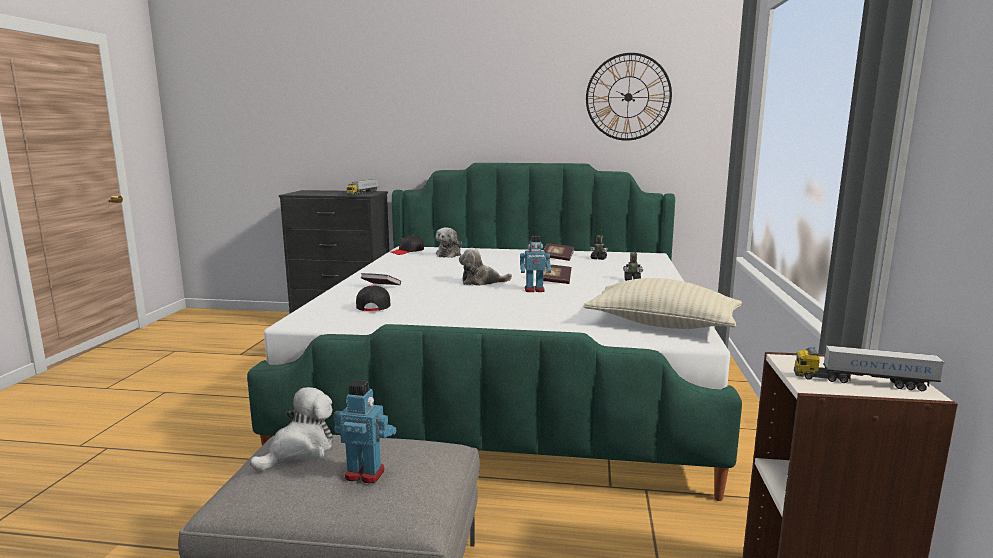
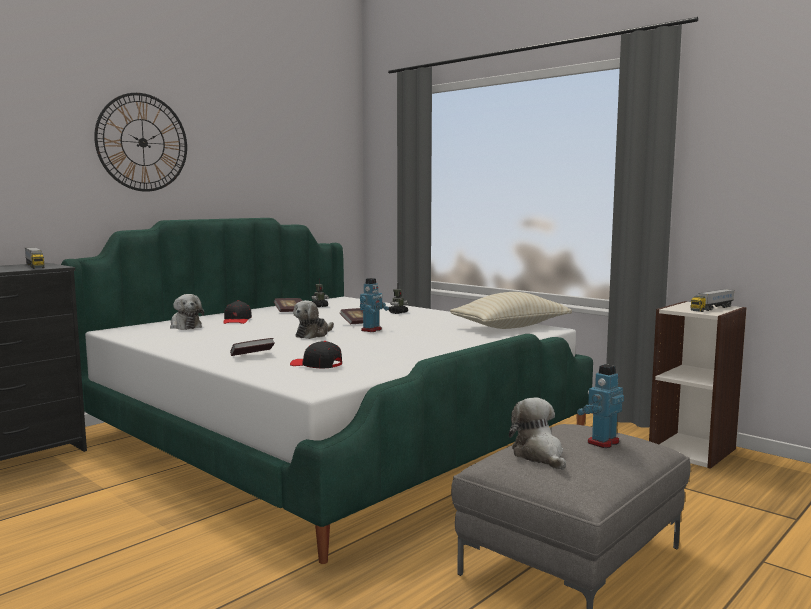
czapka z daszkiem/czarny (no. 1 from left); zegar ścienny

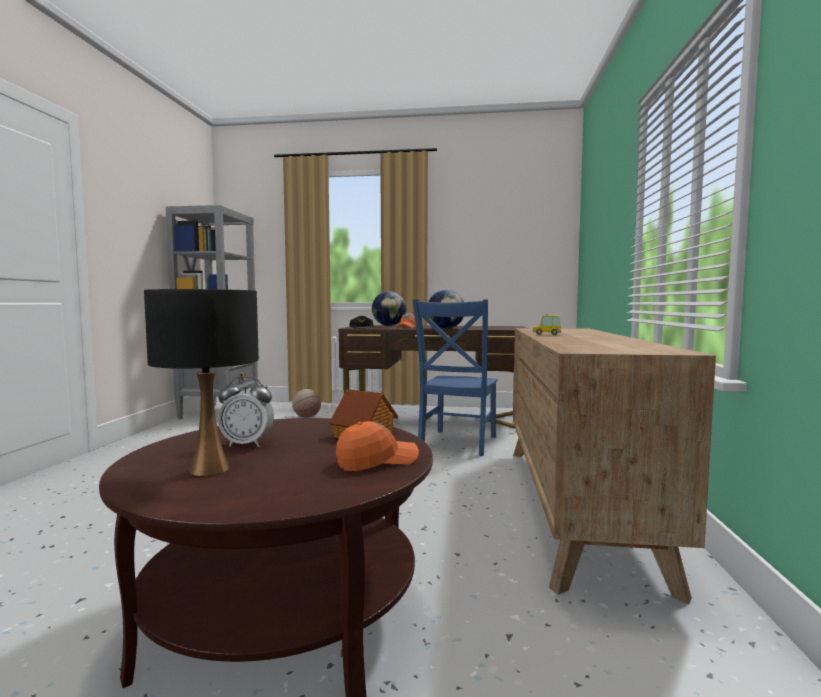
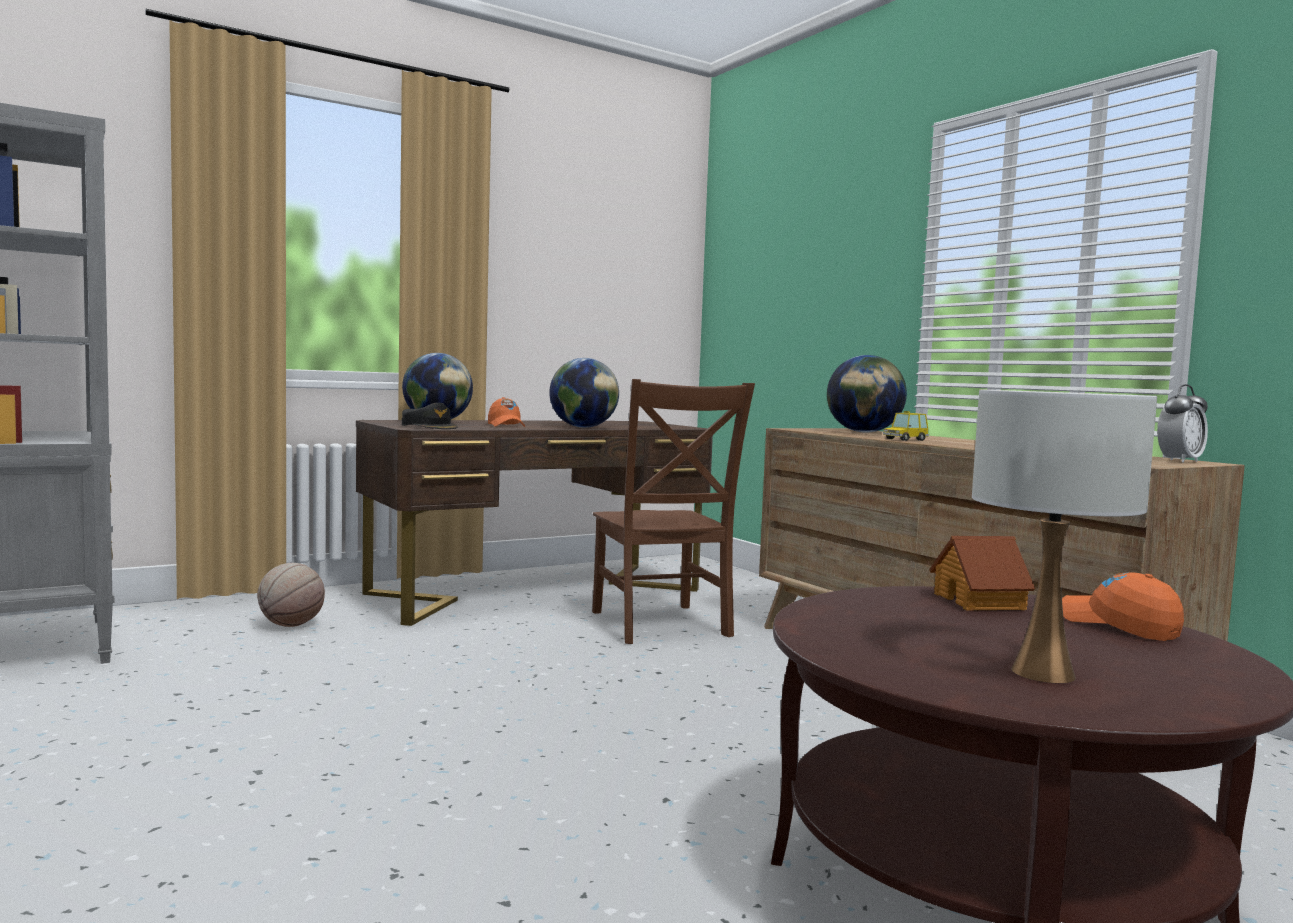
lampa stołowa/biały; budzik; czapka z daszkiem/pomarańczowy (no. 2 from left); krzesło/brązowy; globus (no. 3 from left)

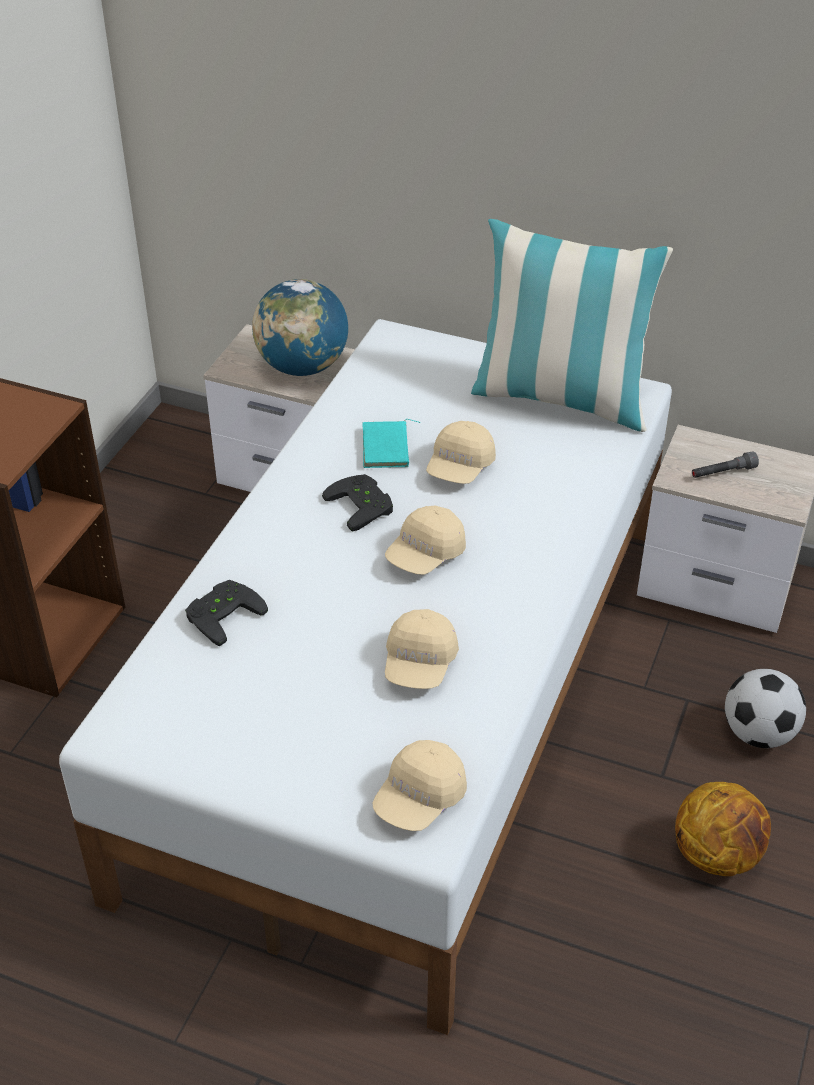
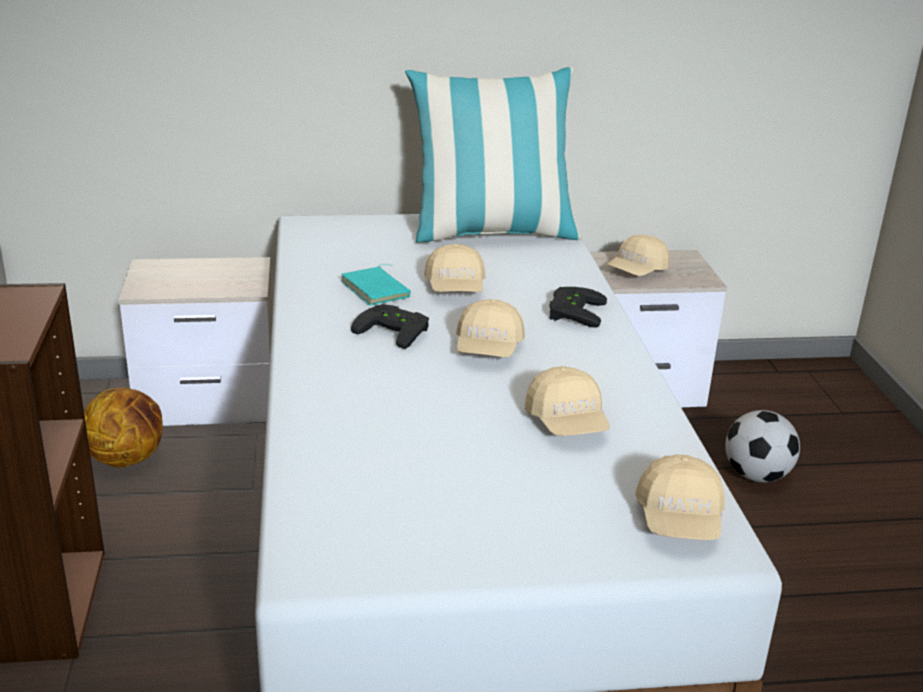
pad do gier/czarny (no. 2 from left); globus; piłka do koszykówki; czapka z daszkiem/beżowy (no. 4 from left)

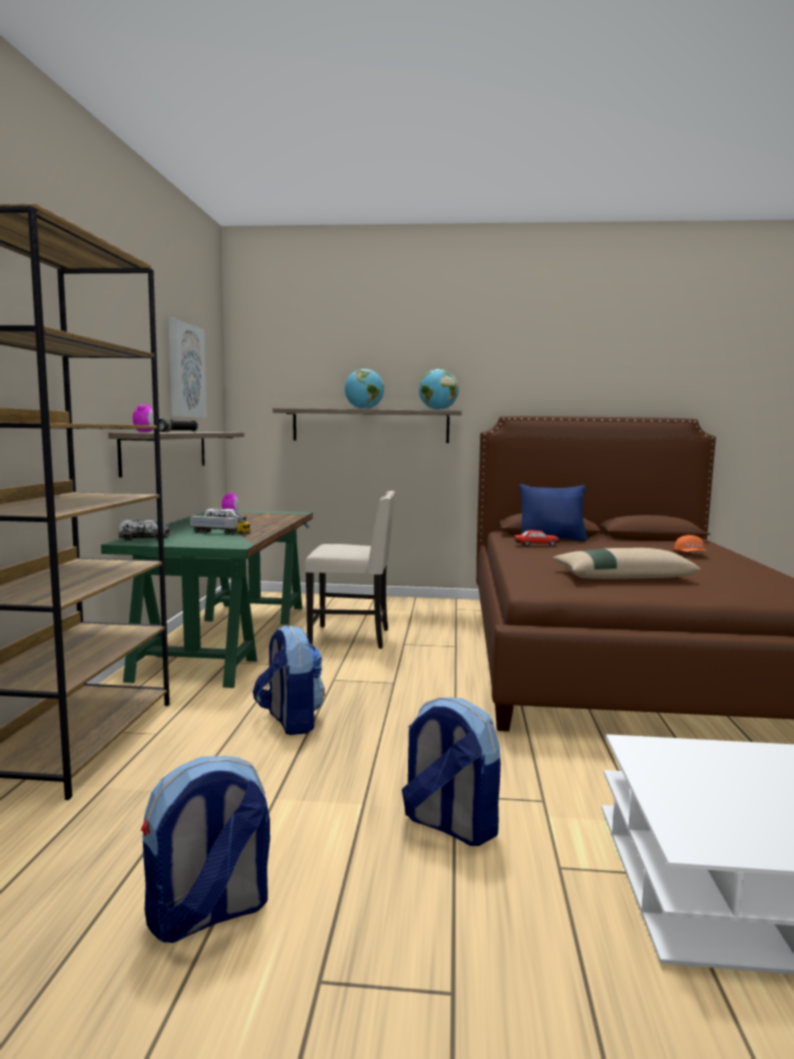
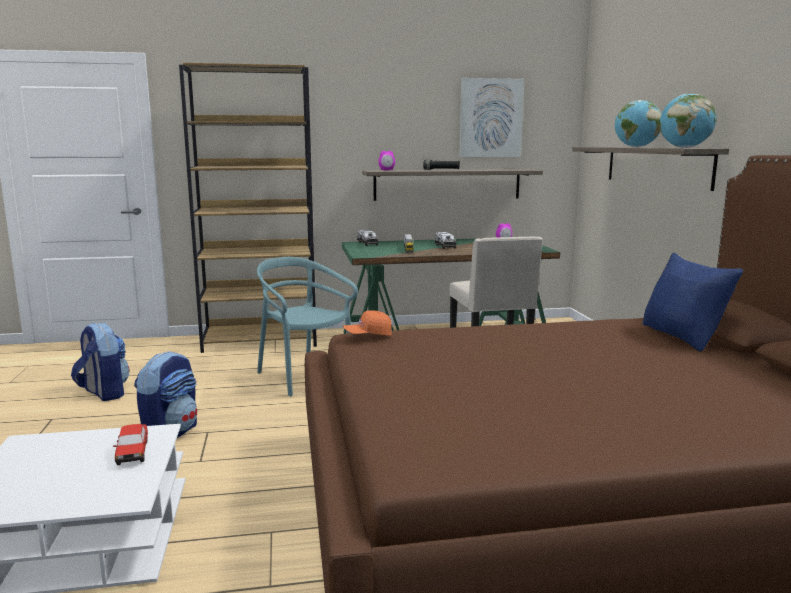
krzesło/turkusowy; samochodzik; poduszka/beżowy; czapka z daszkiem/pomarańczowy

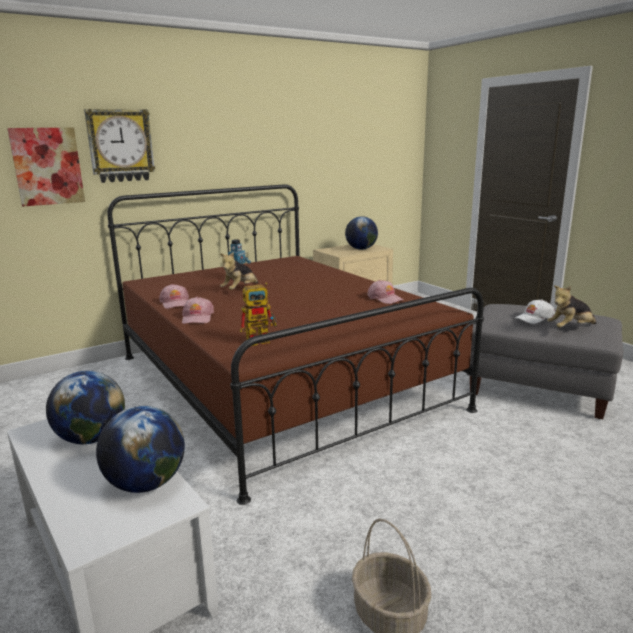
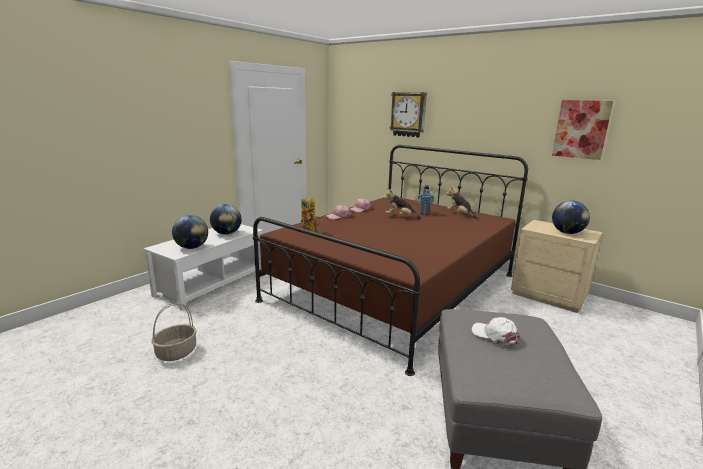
obraz; czapka z daszkiem/różowy (no. 3 from left in the first image); pluszak (no. 2 from left)

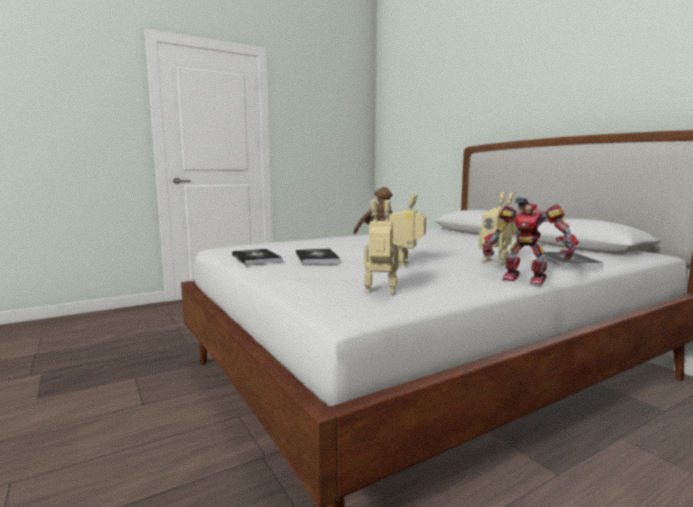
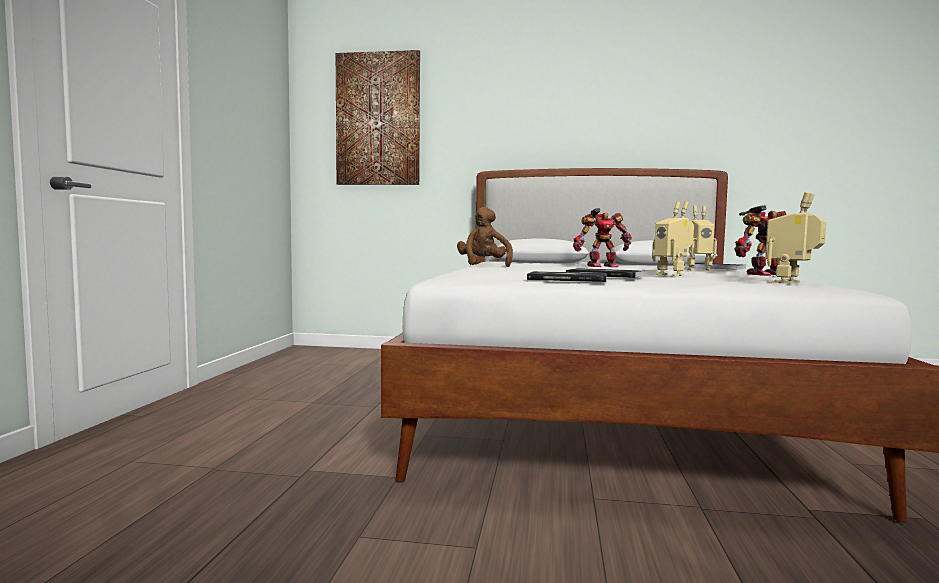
obraz; robot zabawkowy (no. 1 from left)

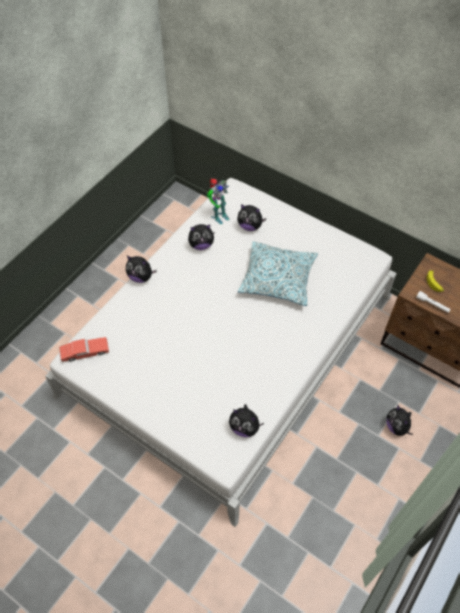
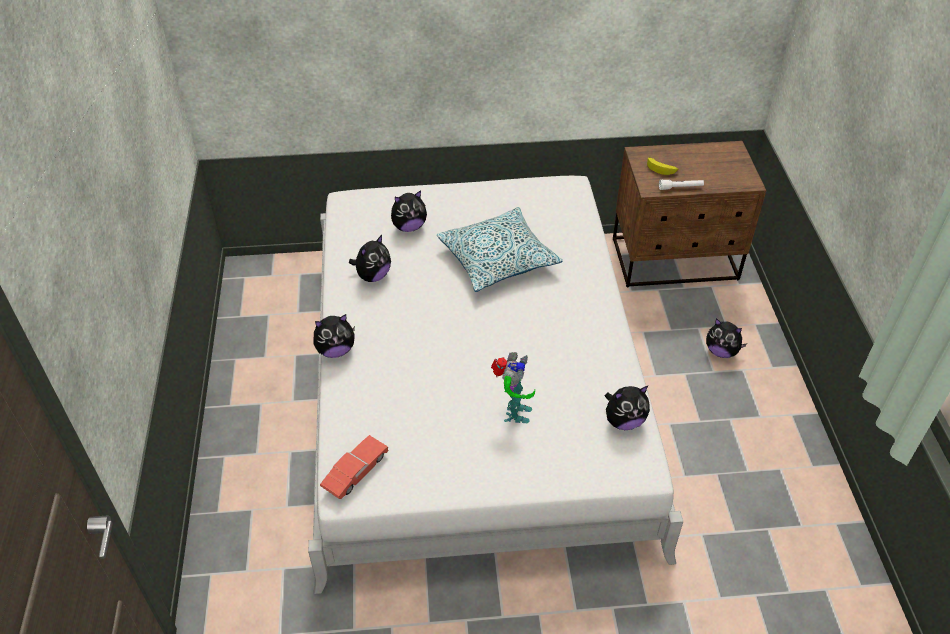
robot zabawkowy

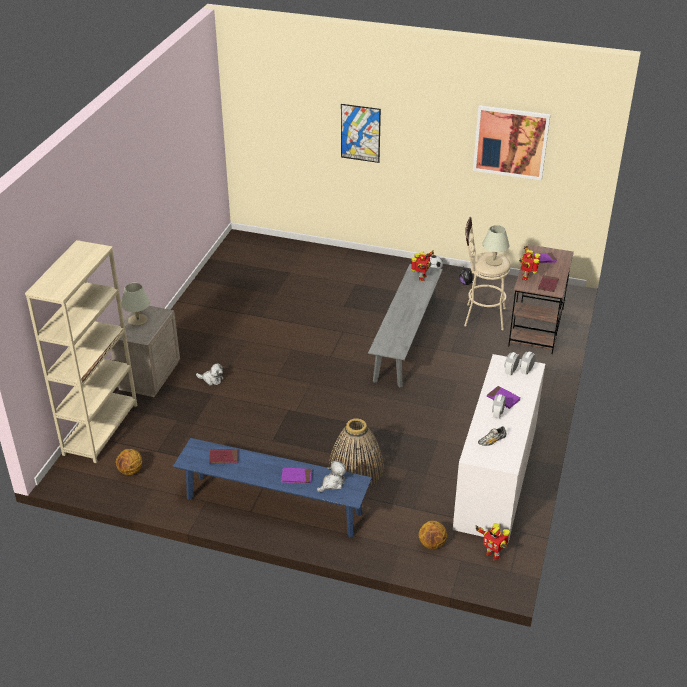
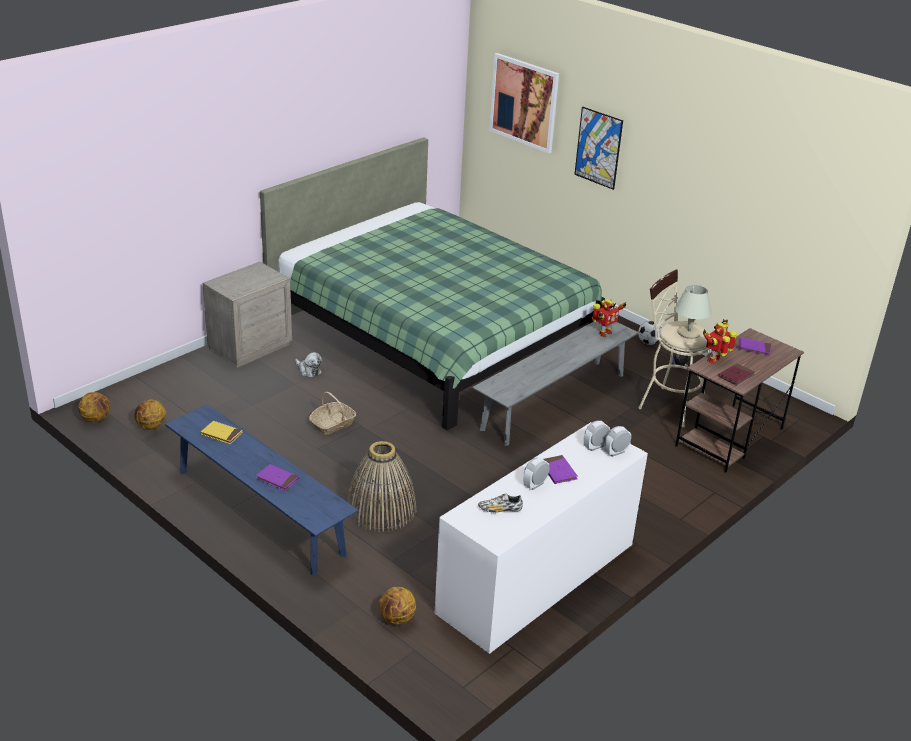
regał/beżowy; lampa stołowa/beżowy (no. 1 from left in the first image); książka/żółty; pluszak (no. 2 from left in the first image); obraz (no. 1 from left); robot zabawkowy (no. 2 from left in the first image); piłka do koszykówki (no. 1 from left); łóżko/zielony; koszyk (no. 1 from left)

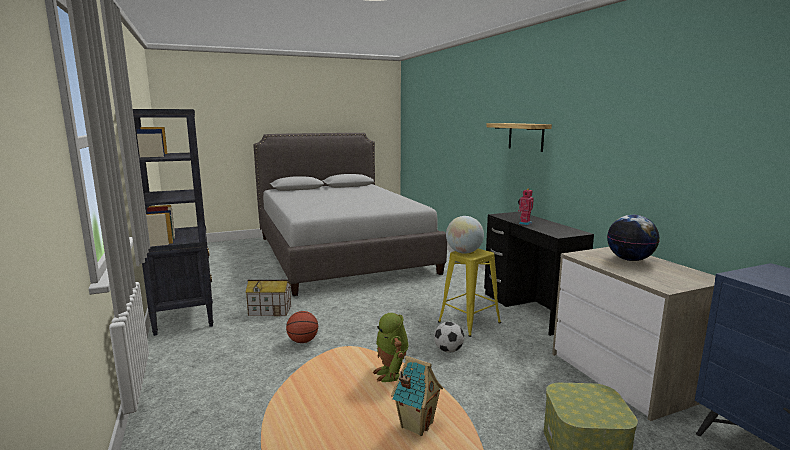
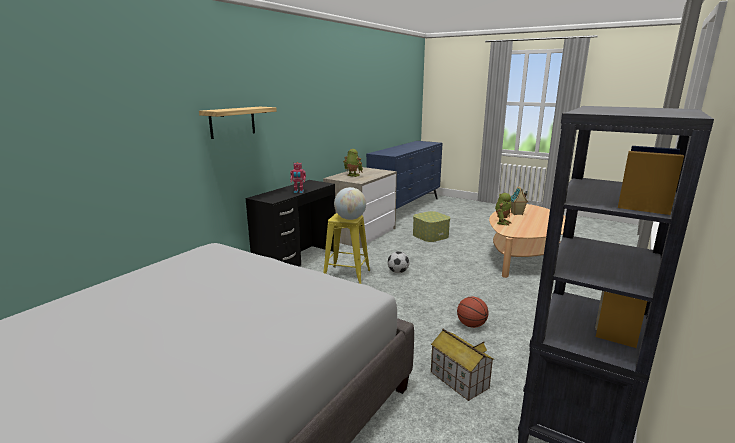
robot zabawkowy (no. 2 from left)

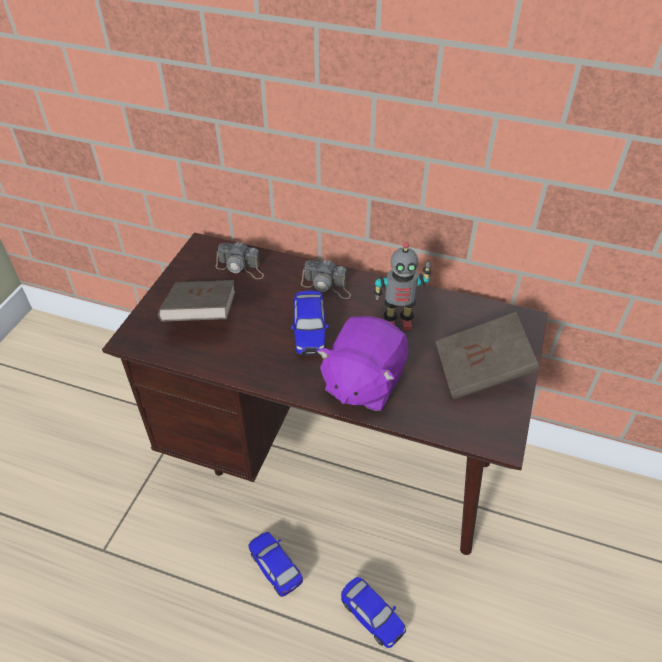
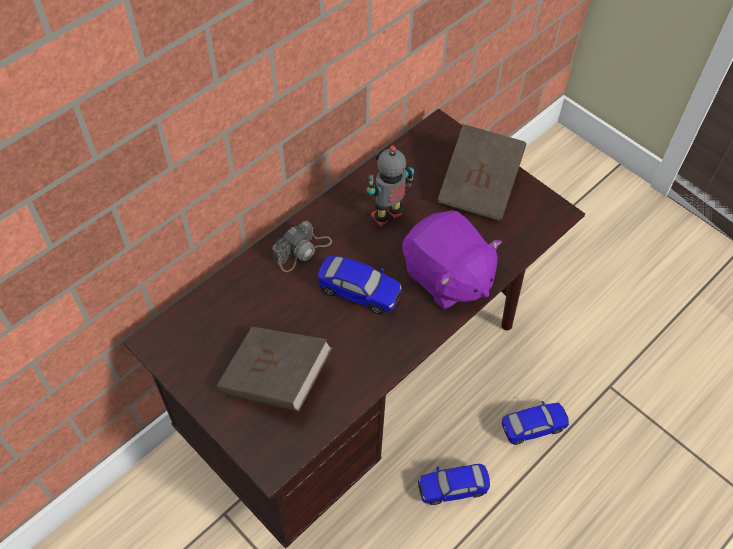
aparat fotograficzny (no. 1 from left in the first image); robot zabawkowy

